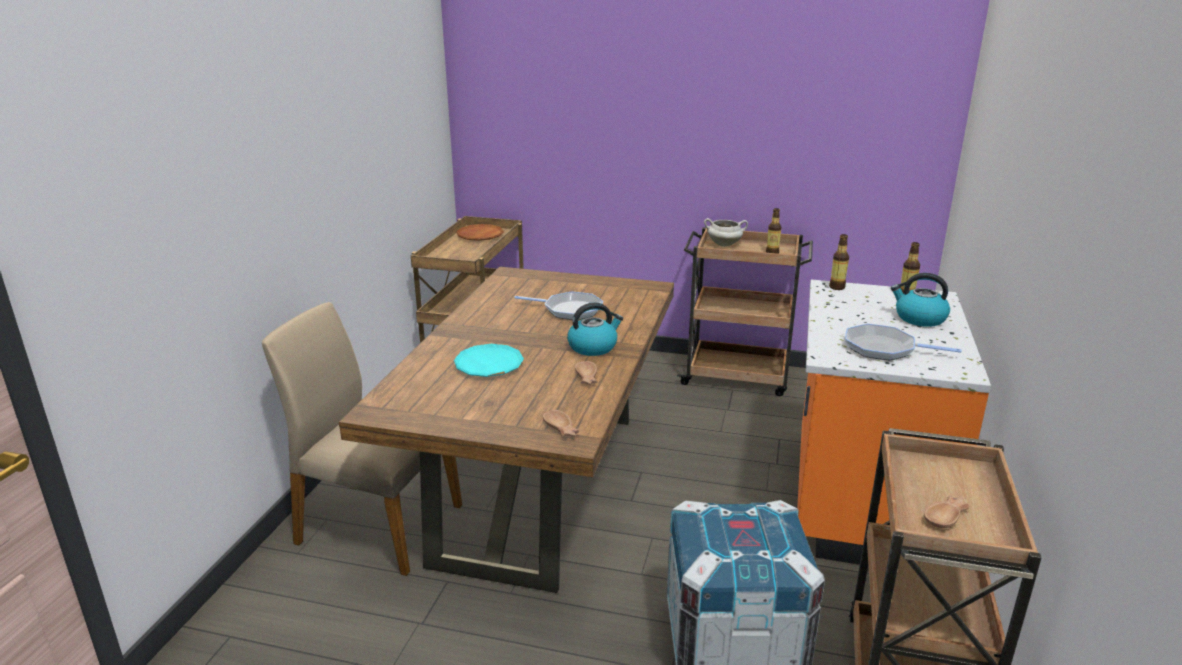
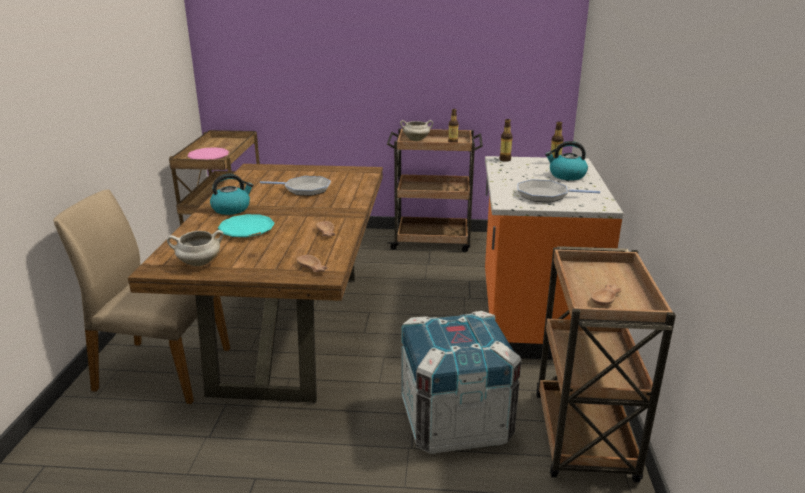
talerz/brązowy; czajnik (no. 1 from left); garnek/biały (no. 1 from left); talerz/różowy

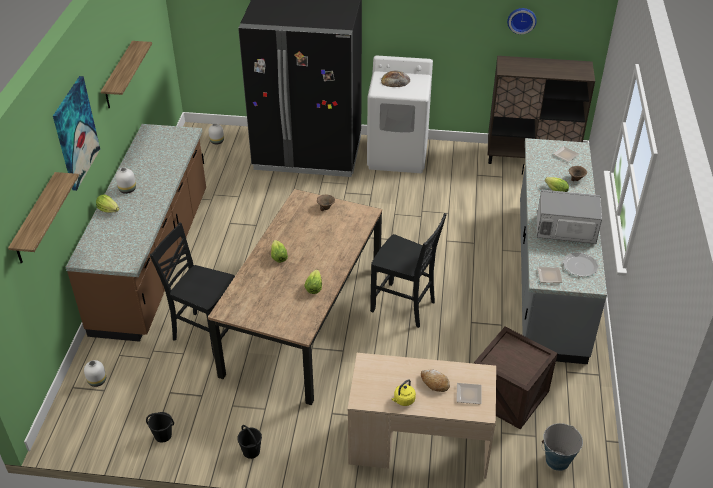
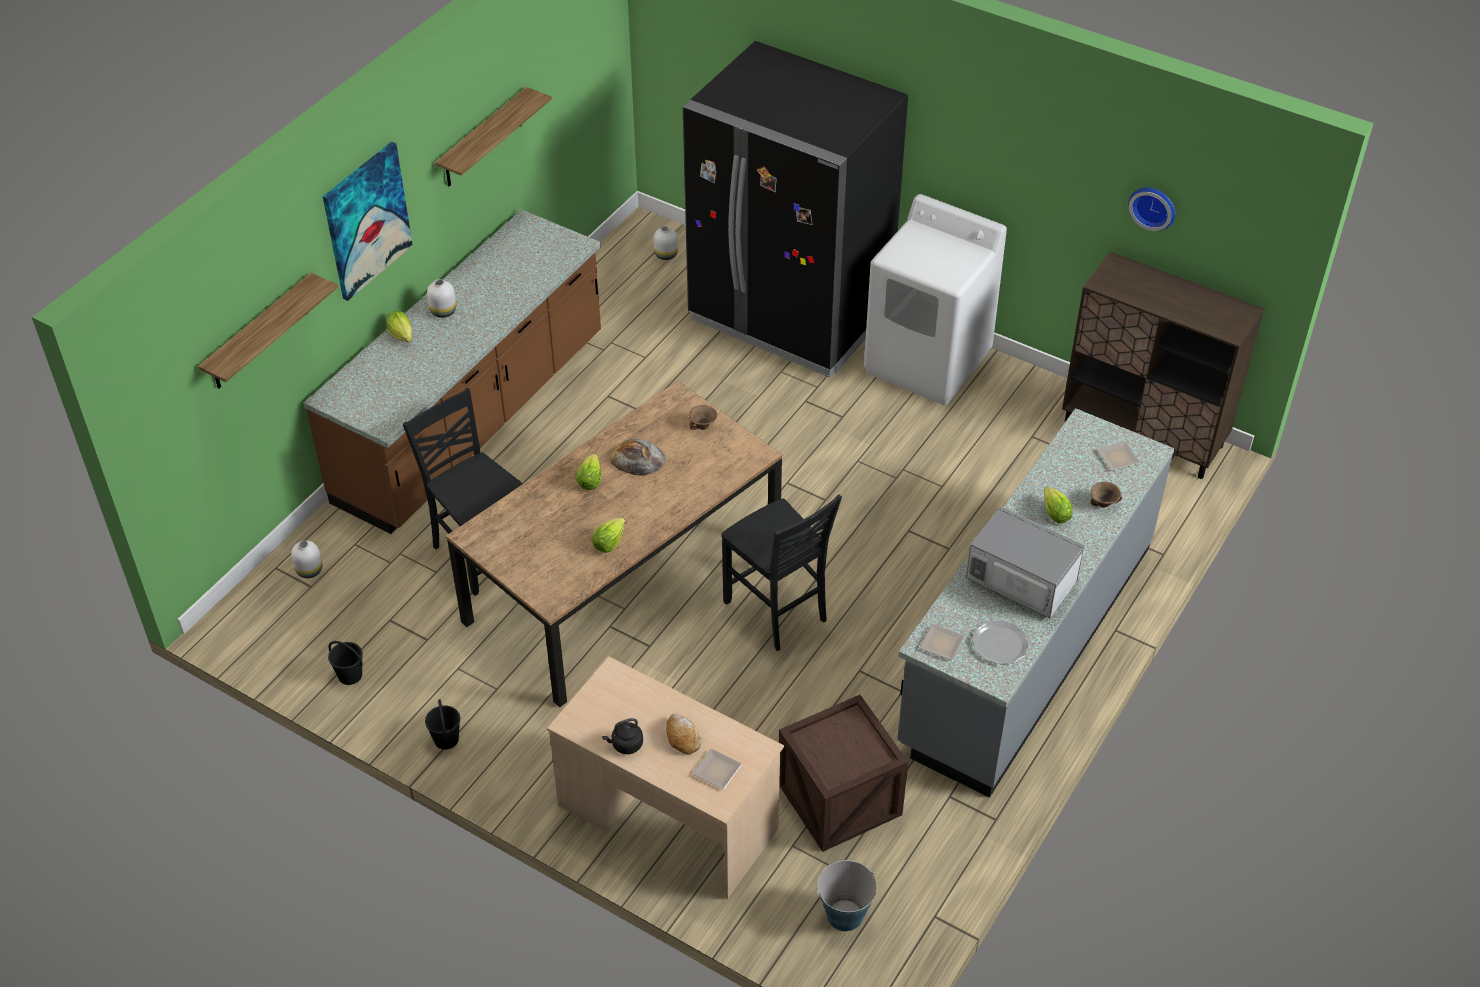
chleb (no. 1 from left); czajnik/czarny

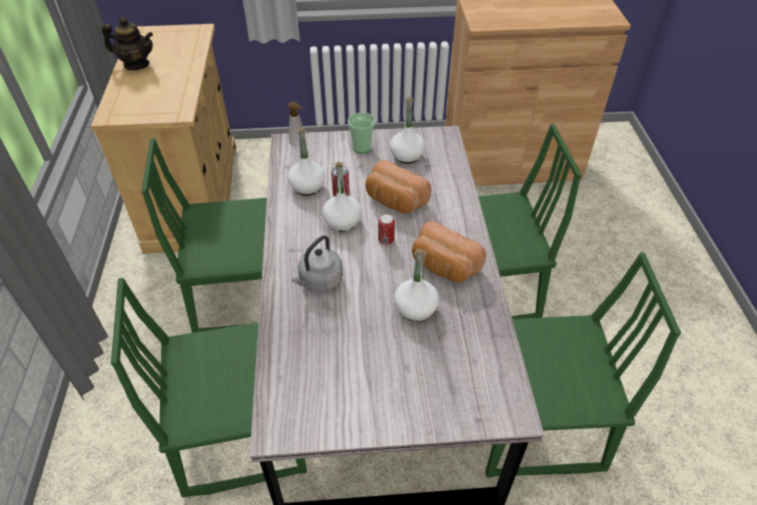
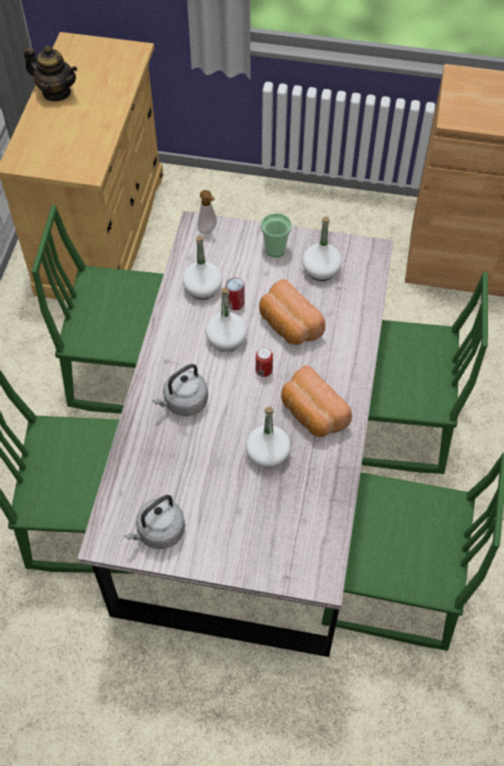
czajnik/szary (no. 1 from left)

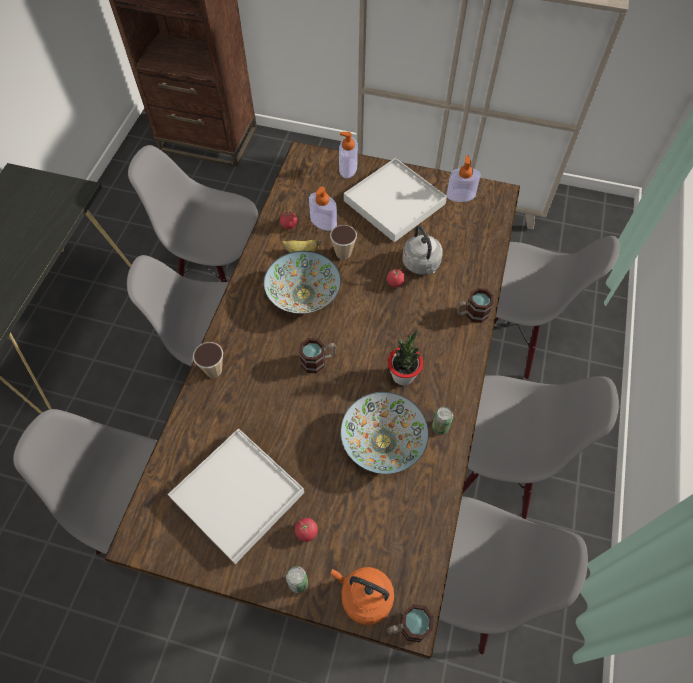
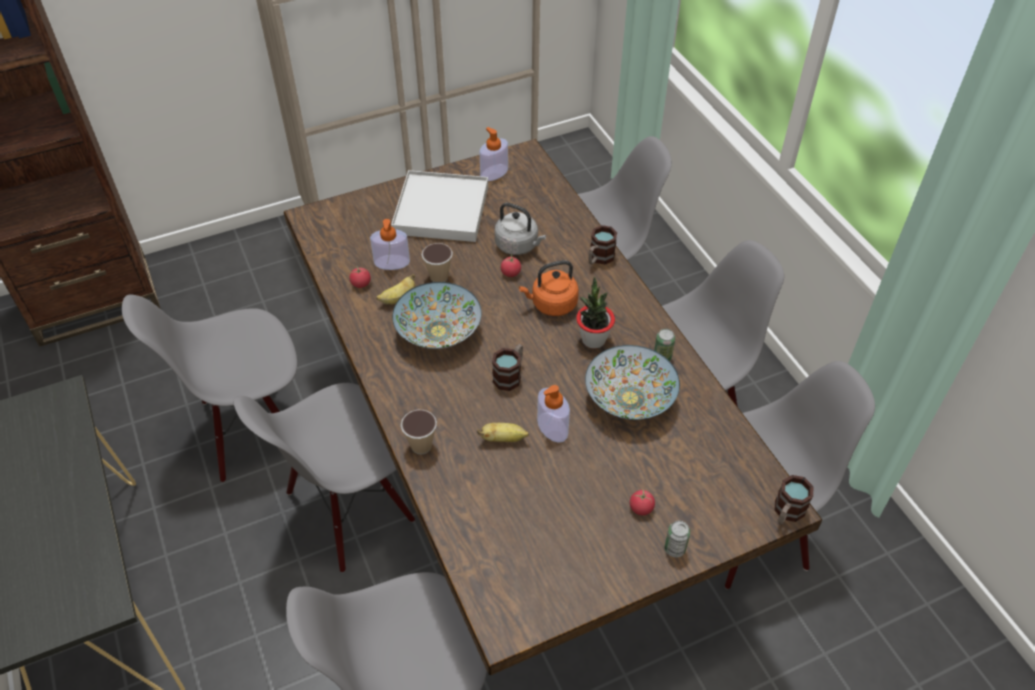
taca/biały (no. 1 from left in the first image); czajnik/pomarańczowy; dozownik mydła (no. 3 from left); banan (no. 2 from left)

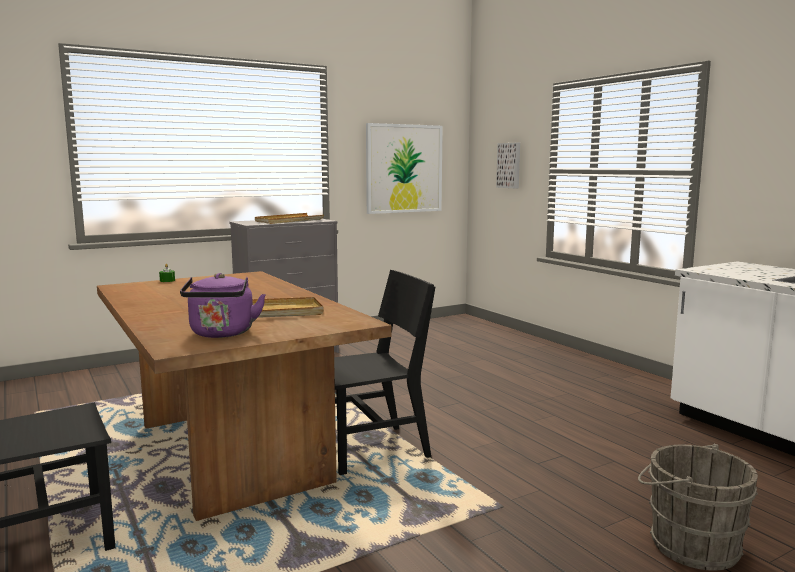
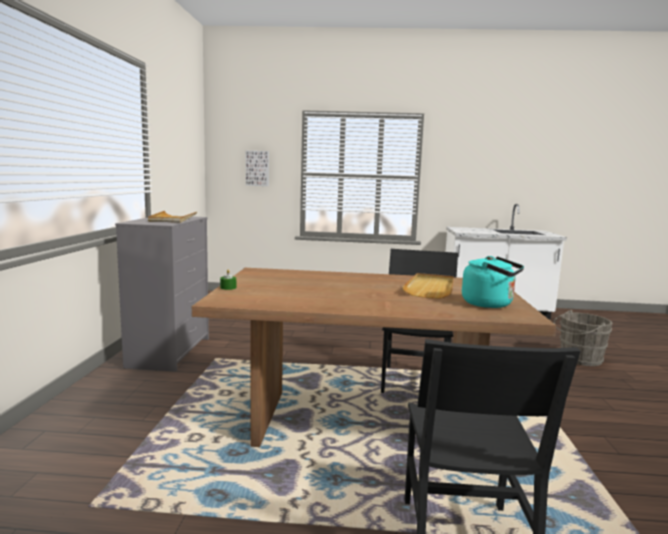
czajnik/turkusowy; obraz (no. 1 from left in the first image)

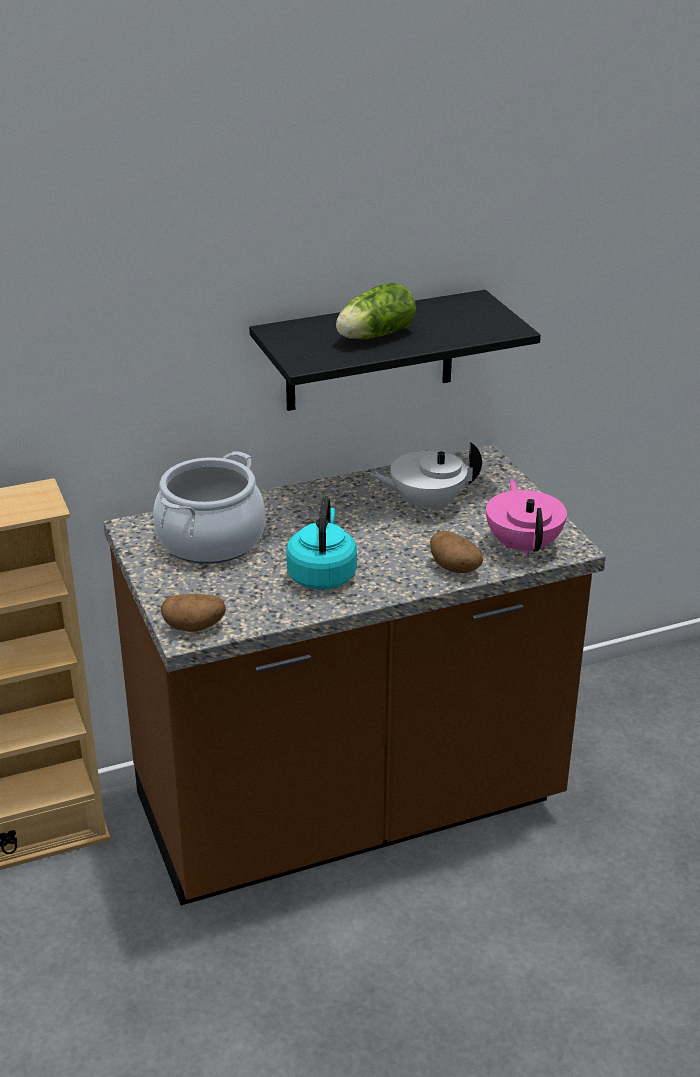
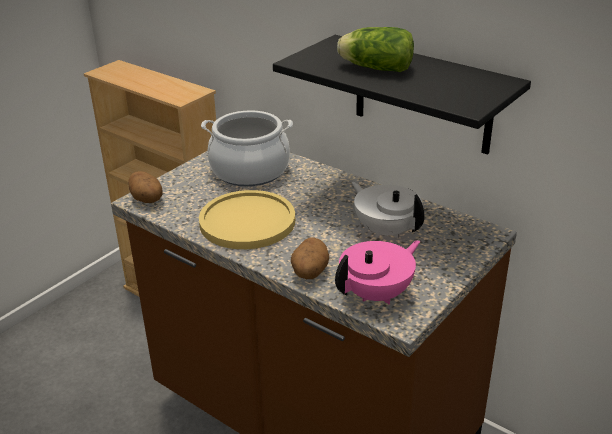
talerz/żółty

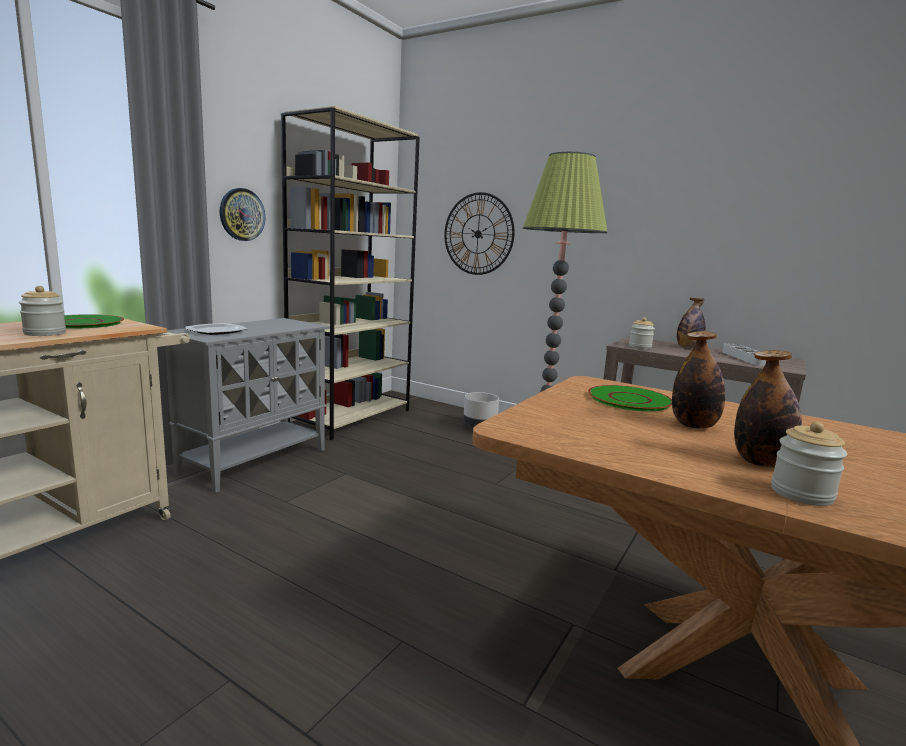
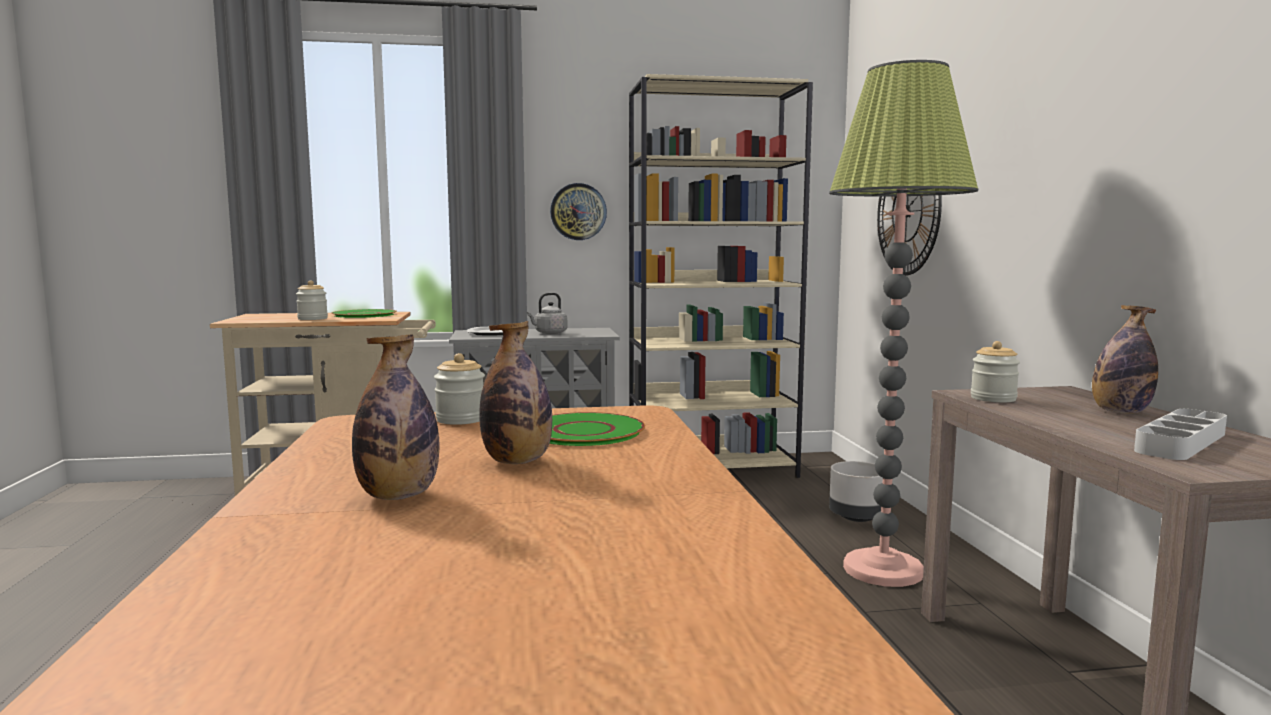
słoik (no. 2 from left); czajnik/szary

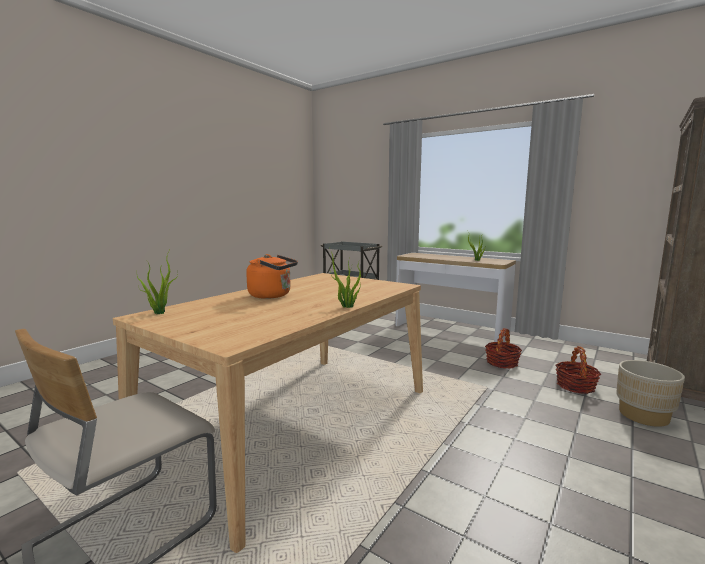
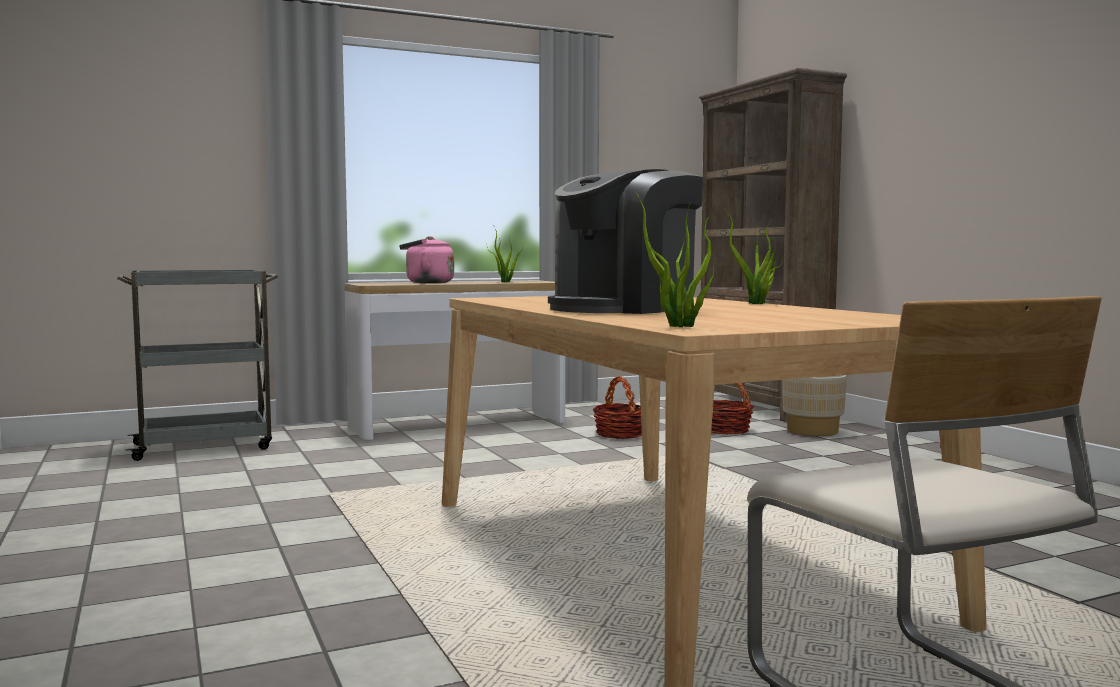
ekspres do kawy; czajnik/różowy

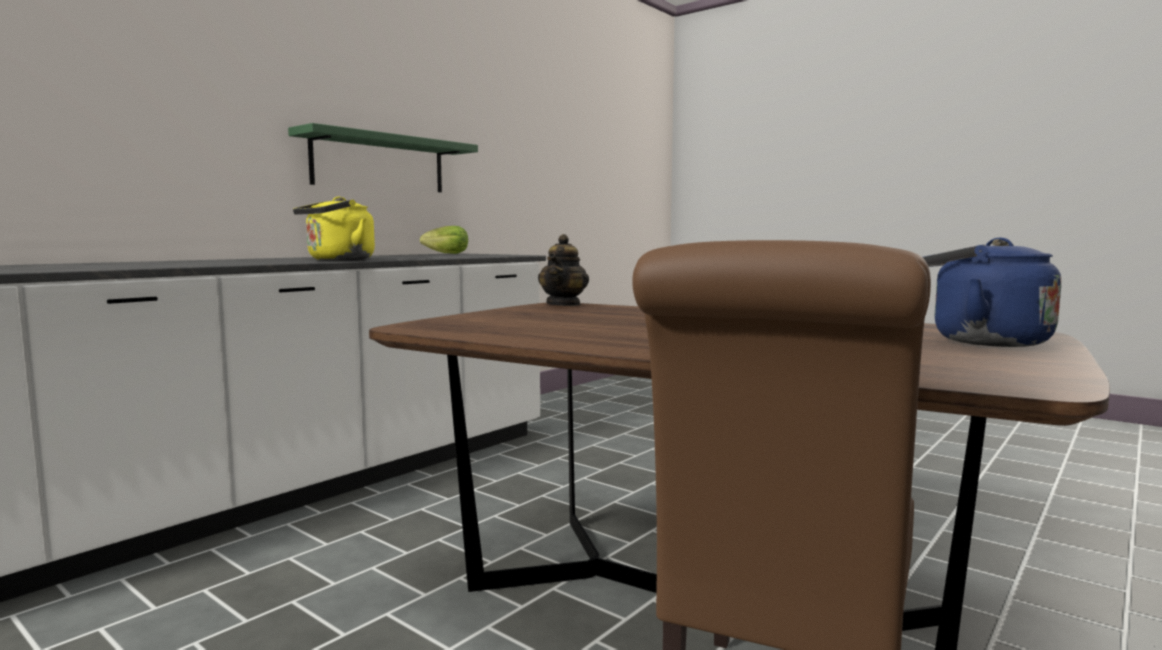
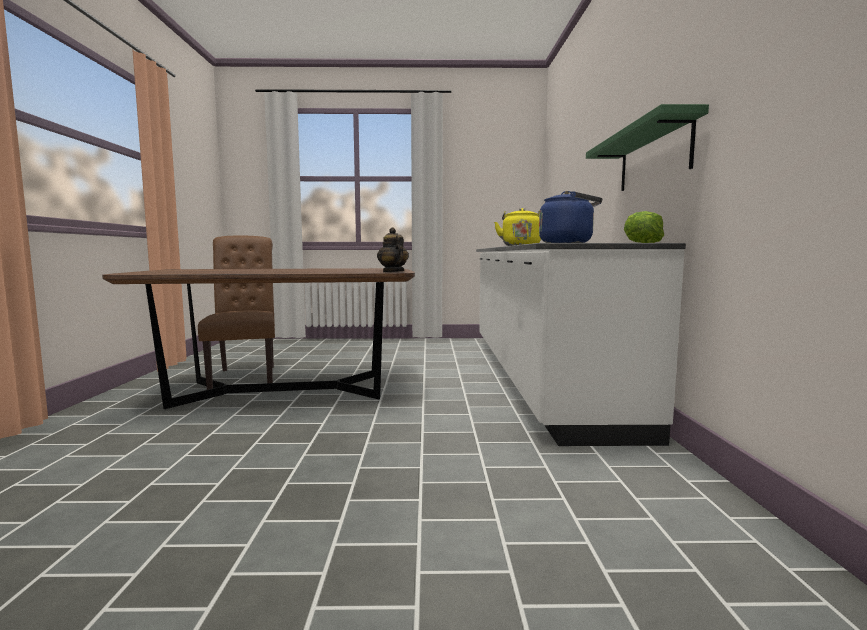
czajnik/niebieski

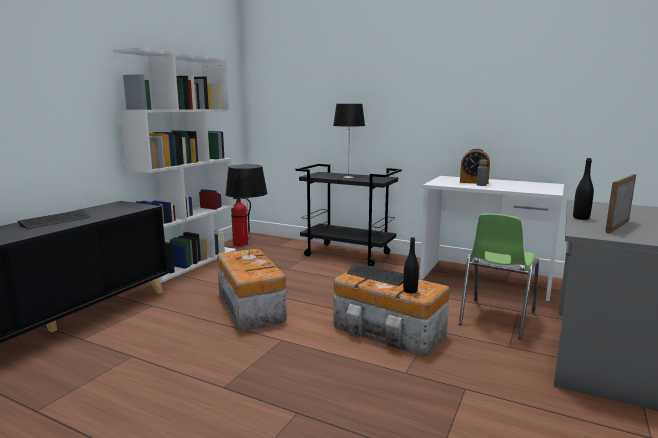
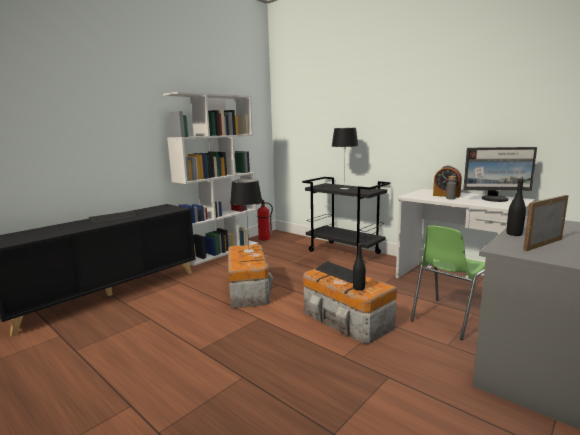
monitor

